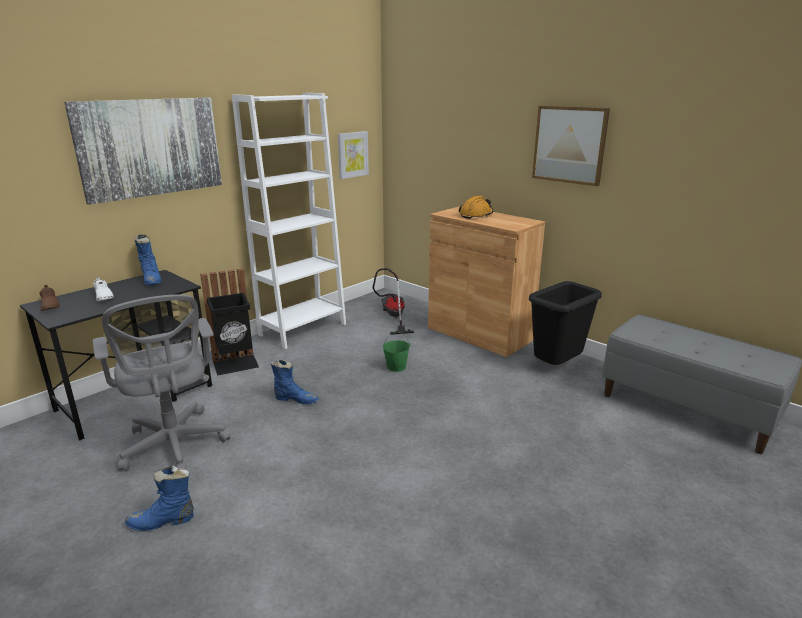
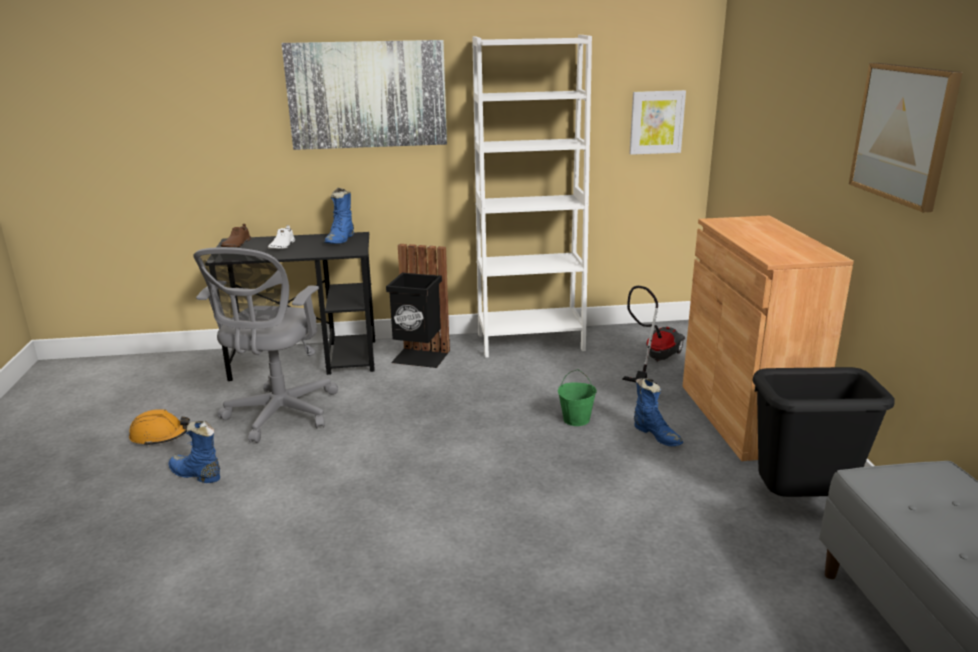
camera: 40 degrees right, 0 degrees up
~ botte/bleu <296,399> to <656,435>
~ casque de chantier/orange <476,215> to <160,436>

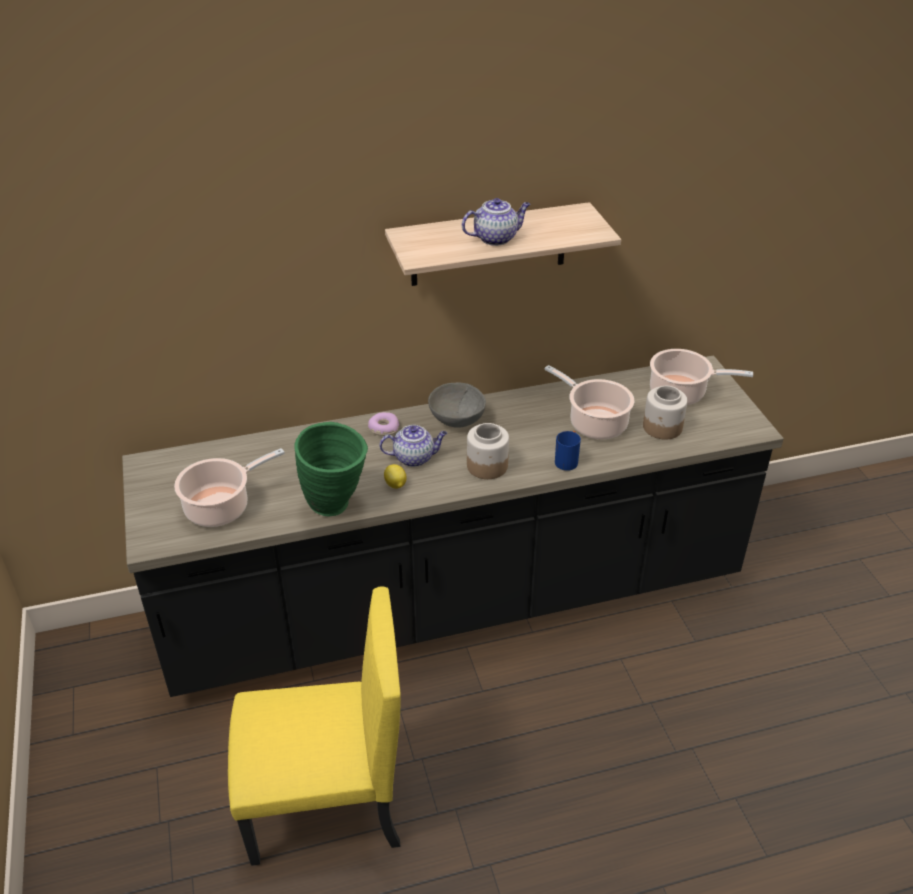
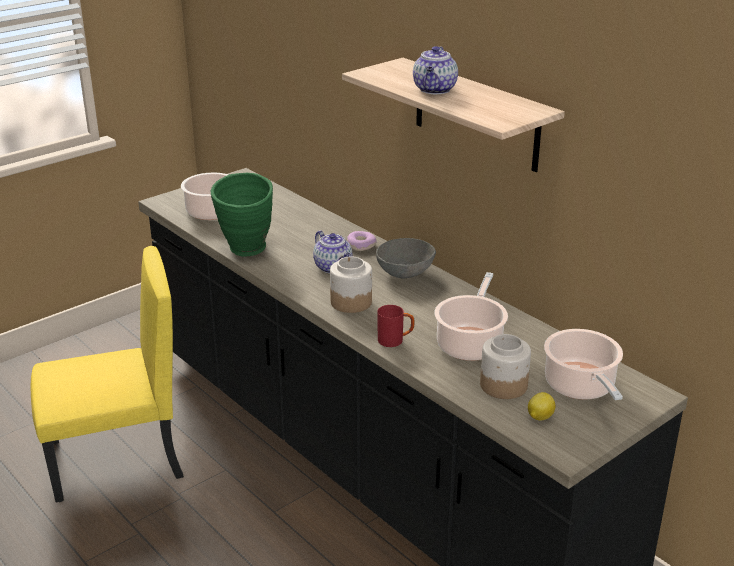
camera: 65 degrees right, 10 degrees down
~ chaise/jaune <324,804> = <116,460> 75 degrees counterclockwise
~ citron <395,485> to <539,417>
~ théière <496,238> = <435,90> 60 degrees clockwise
~ mug/bleu <567,460> to mug/rouge <395,340>

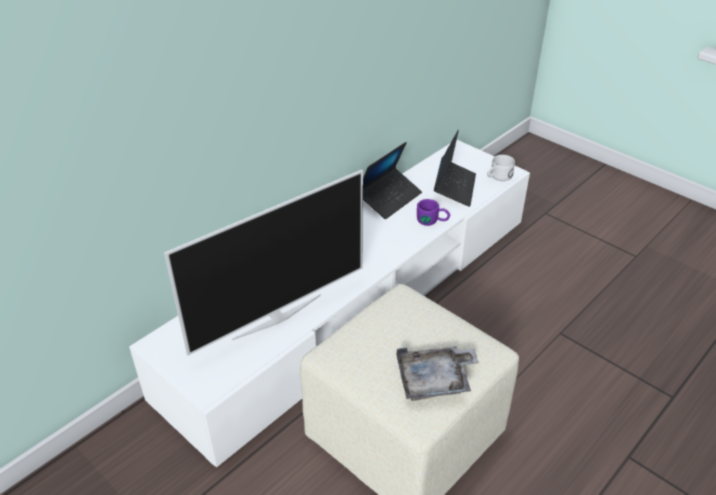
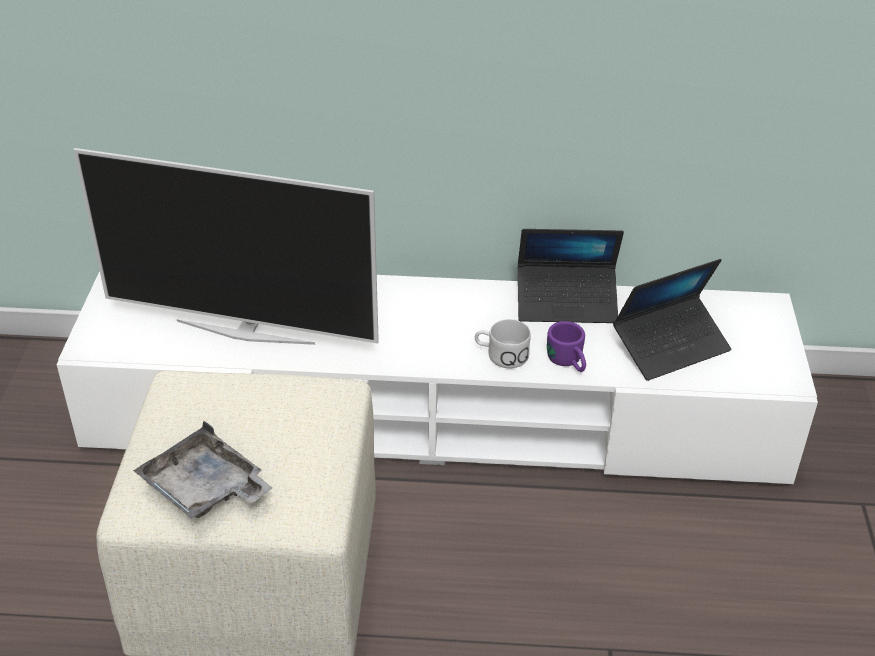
camera: 50 degrees right, 0 degrees up
~ mug/blanc <498,177> to <501,355>

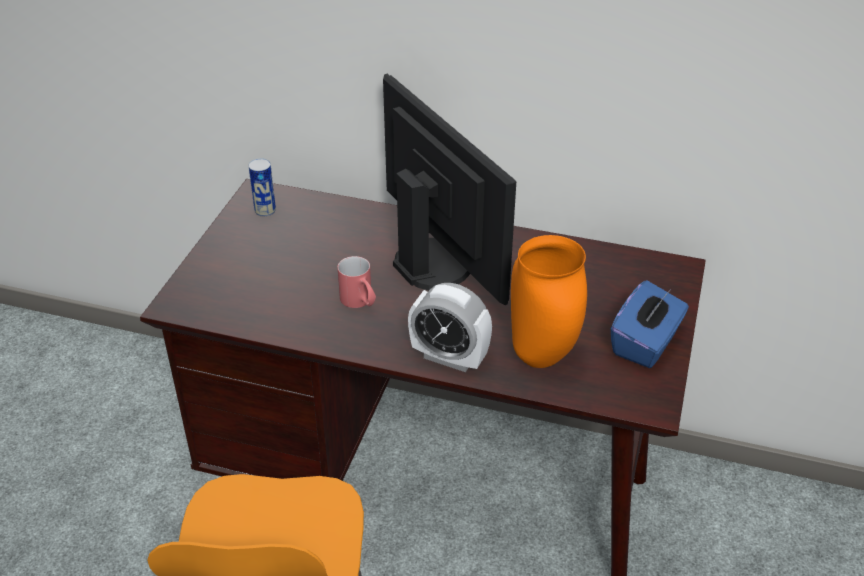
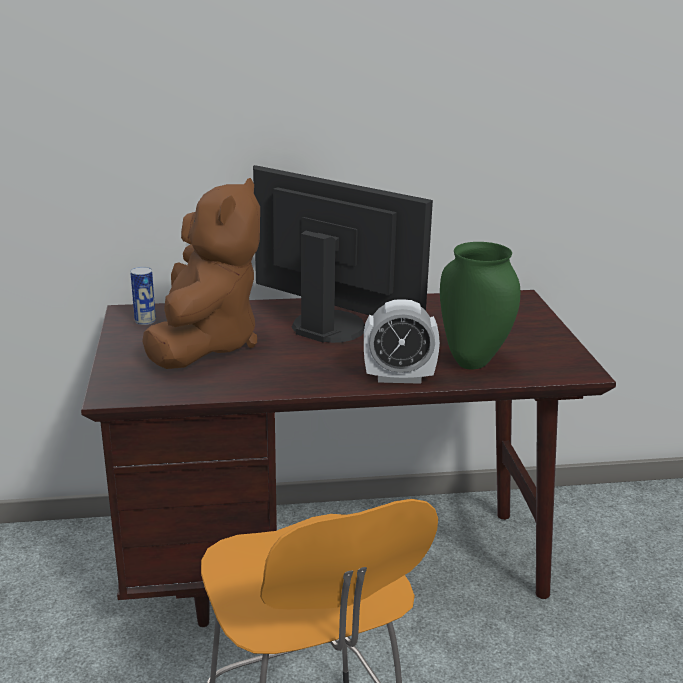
camera: 25 degrees left, 15 degrees down
- mug/rouge <360,302>
~ vase/orange <540,358> to vase/vert <471,363>
- boîte à mouchoirs/bleu <646,343>
+ peluche/marron <205,344>

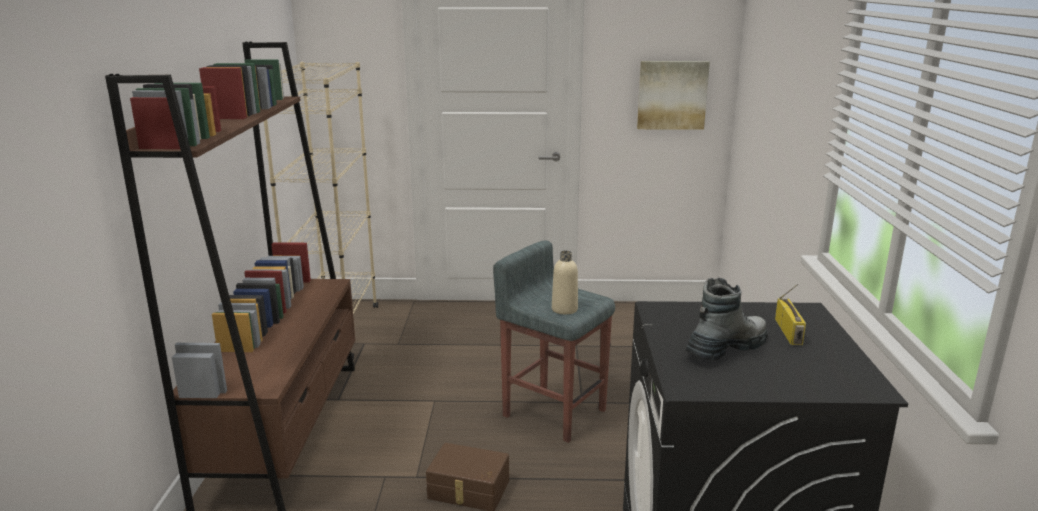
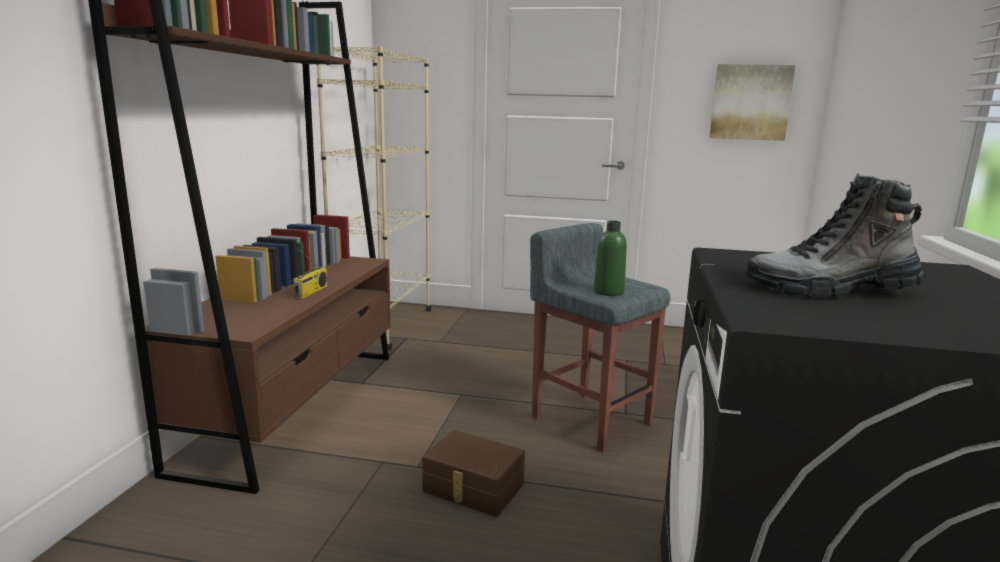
camera: 10 degrees right, 5 degrees down
~ bouteille/beige <564,309> to bouteille/vert <608,292>
~ botte <726,348> = <830,290> 150 degrees counterclockwise
~ radio <789,332> to <311,292>

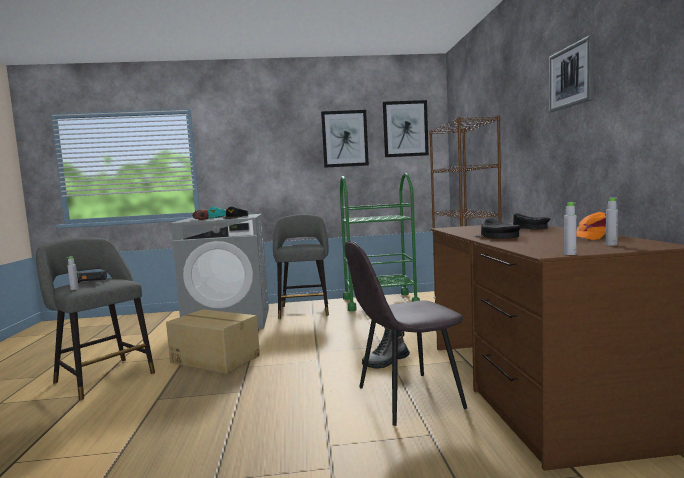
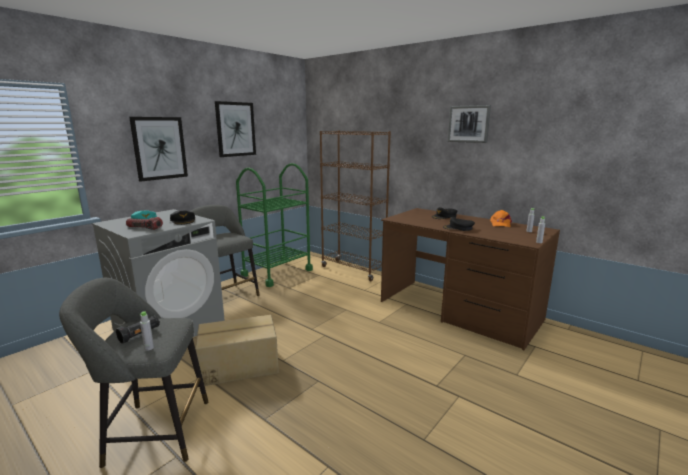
camera: 45 degrees left, 10 degrees up
- chaise/gris <406,398>
- botte <386,362>
~ tableau <405,129> to <159,148>

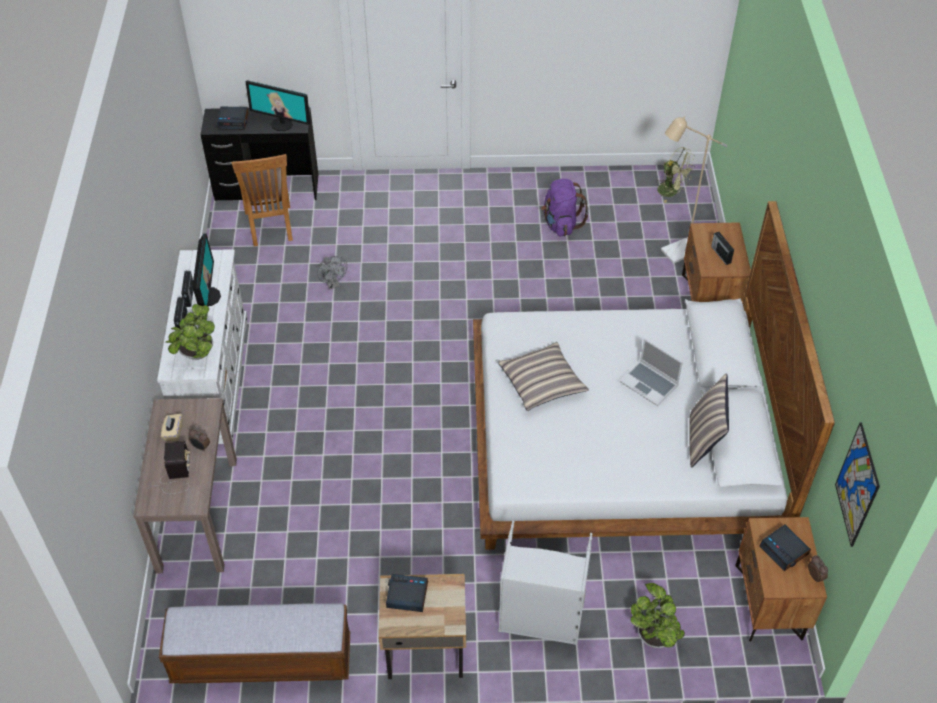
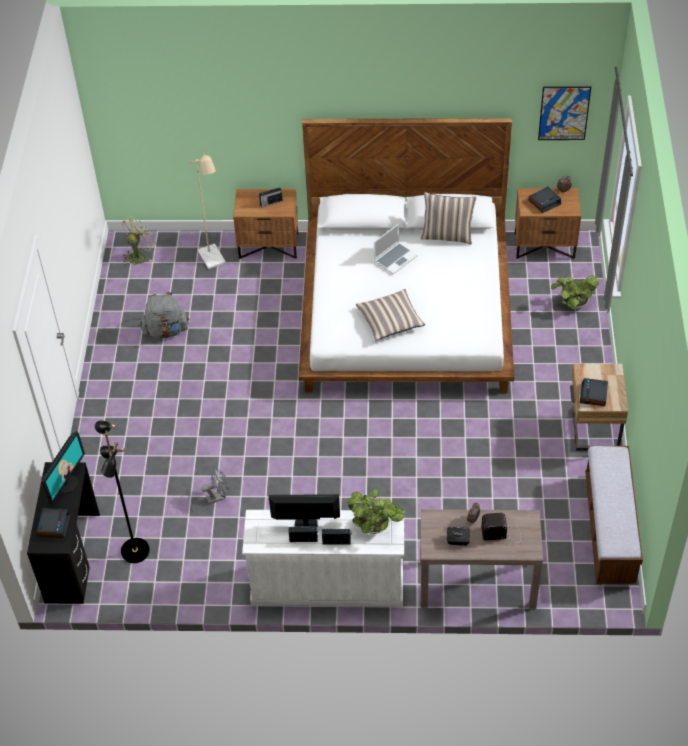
camera: 85 degrees left, 0 degrees up
~ boîte à mouchoirs/beige <173,432> to boîte à mouchoirs/noir <458,540>
~ chaise/marron <270,228> to lampadaire/noir <134,551>
- panier à linge/gris <540,619>
~ sac à dos/violet <561,224> to sac à dos/gris <166,330>

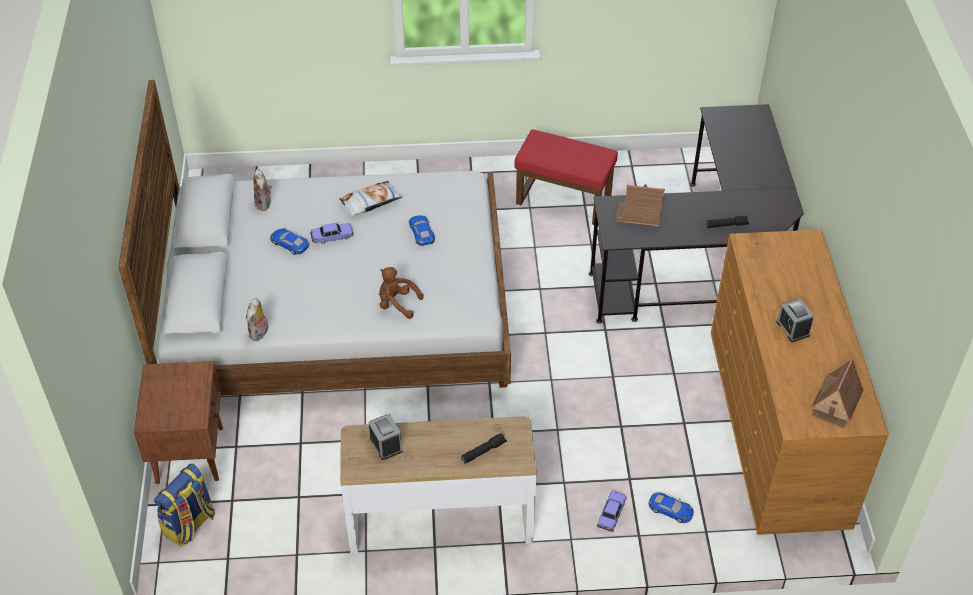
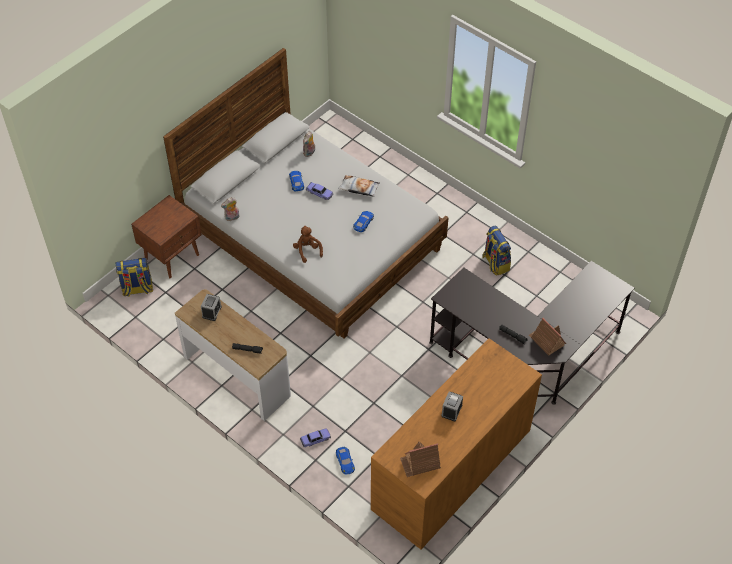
camera: 45 degrees right, 5 degrees up
~ pouf/rouge <562,200> to sac à dos <495,263>
~ maison miniature <639,214> to <546,341>

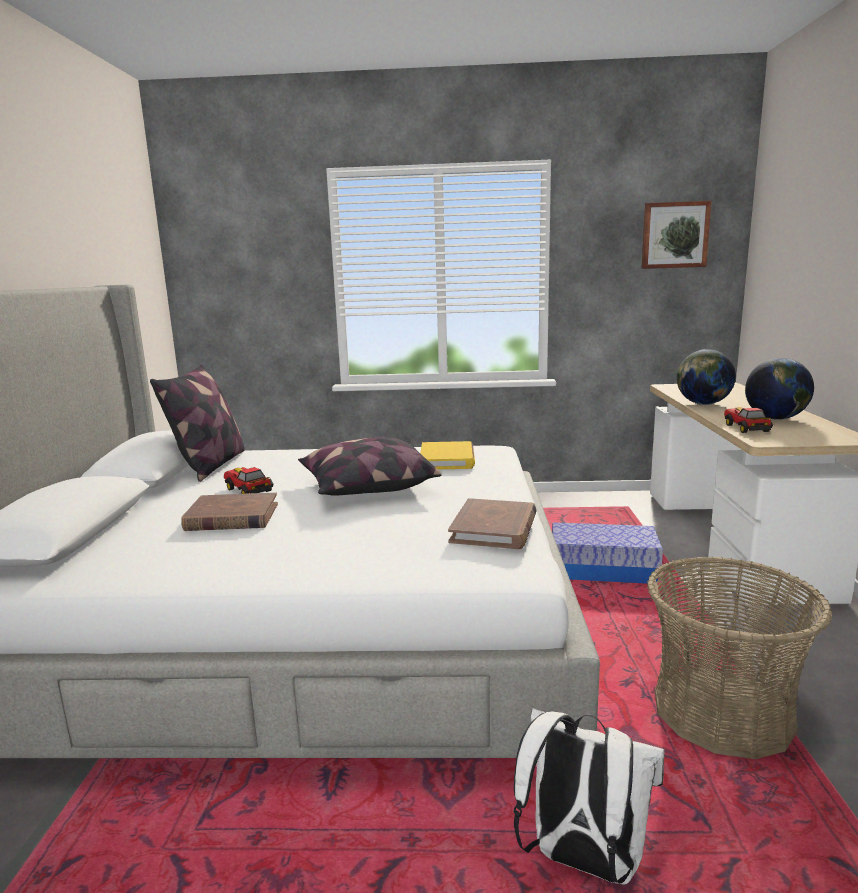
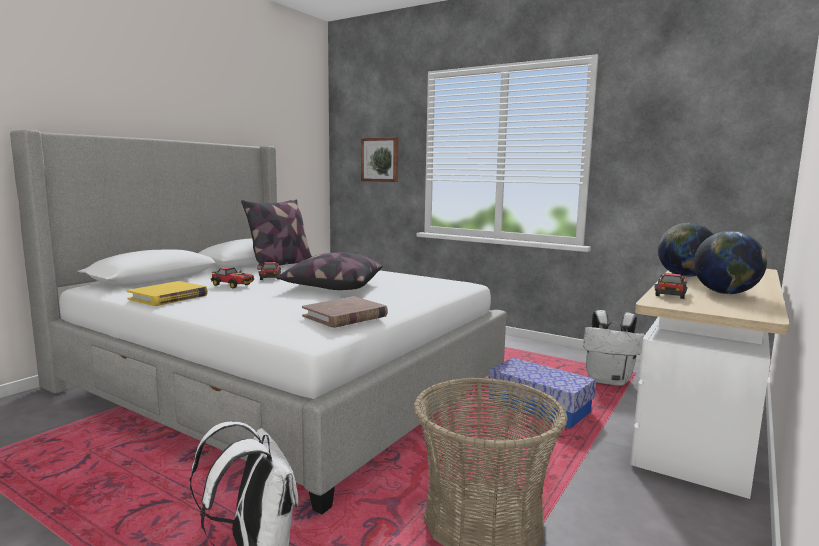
camera: 30 degrees right, 5 degrees down
~ livre/marron <232,517> to petite voiture <233,285>
~ livre/jaune <447,459> to <168,297>
~ tableau <674,235> to <380,159>
+ sac à dos/blanc <609,381>

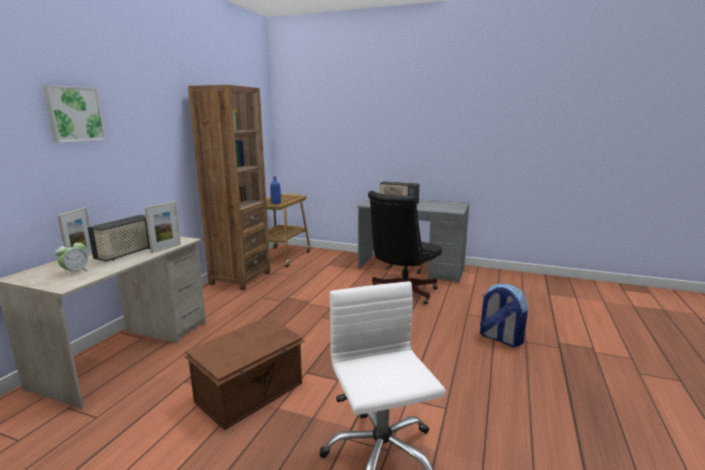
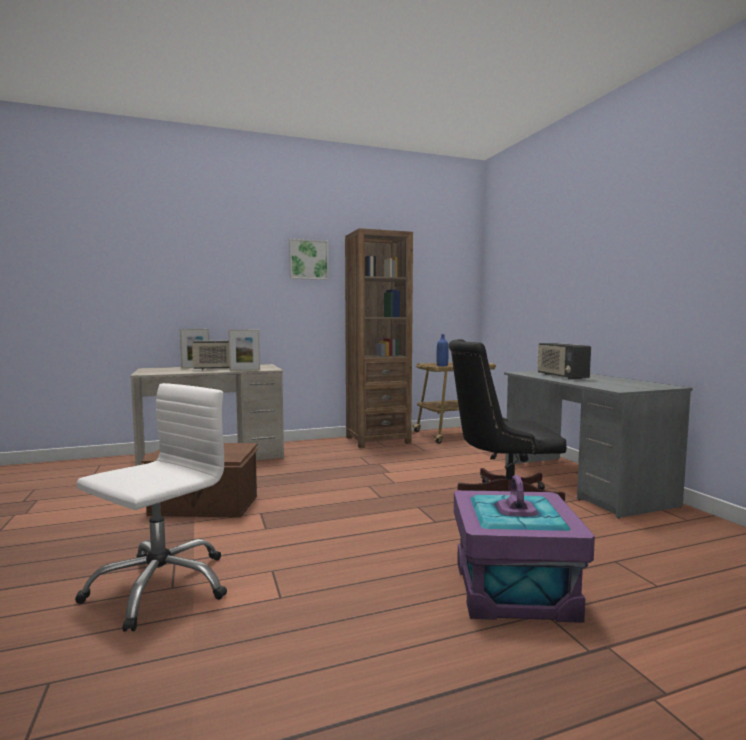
camera: 50 degrees right, 10 degrees down
~ tableau <74,114> to <308,259>
- réveil <75,272>
~ sac à dos <499,338> to boîte de rangement/violet <513,589>

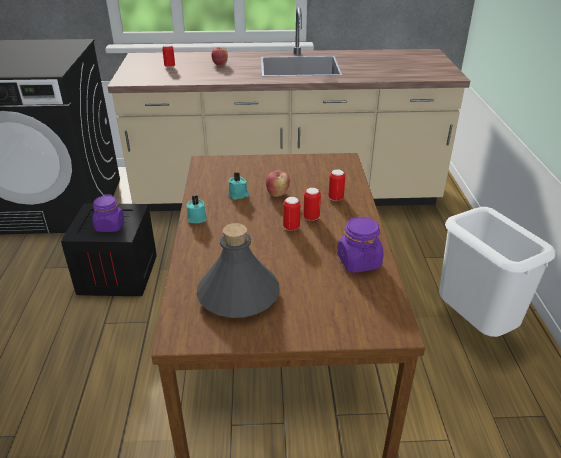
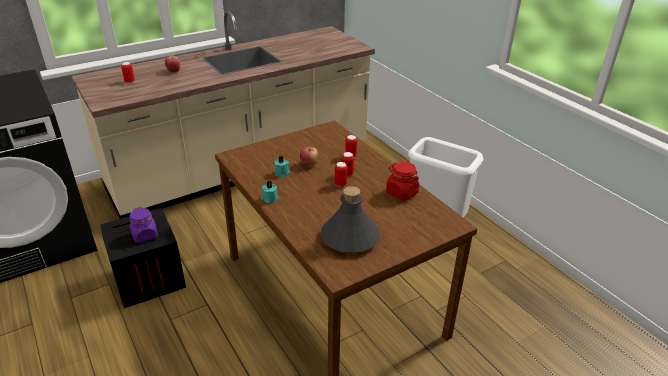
camera: 30 degrees left, 0 degrees up
~ bocal/violet <358,261> to bocal/rouge <401,193>

